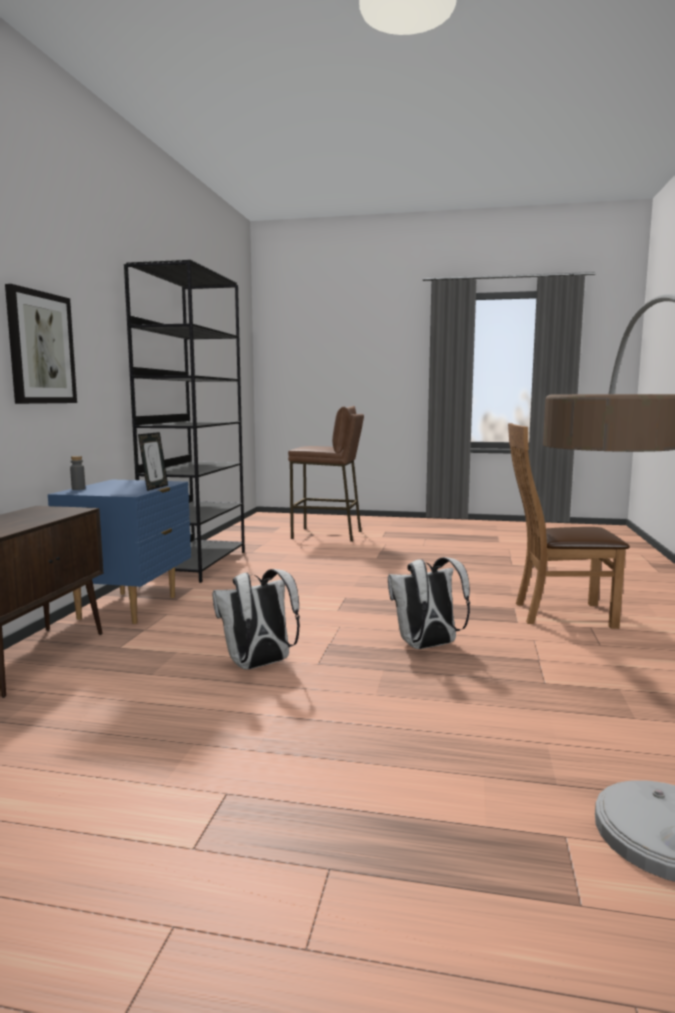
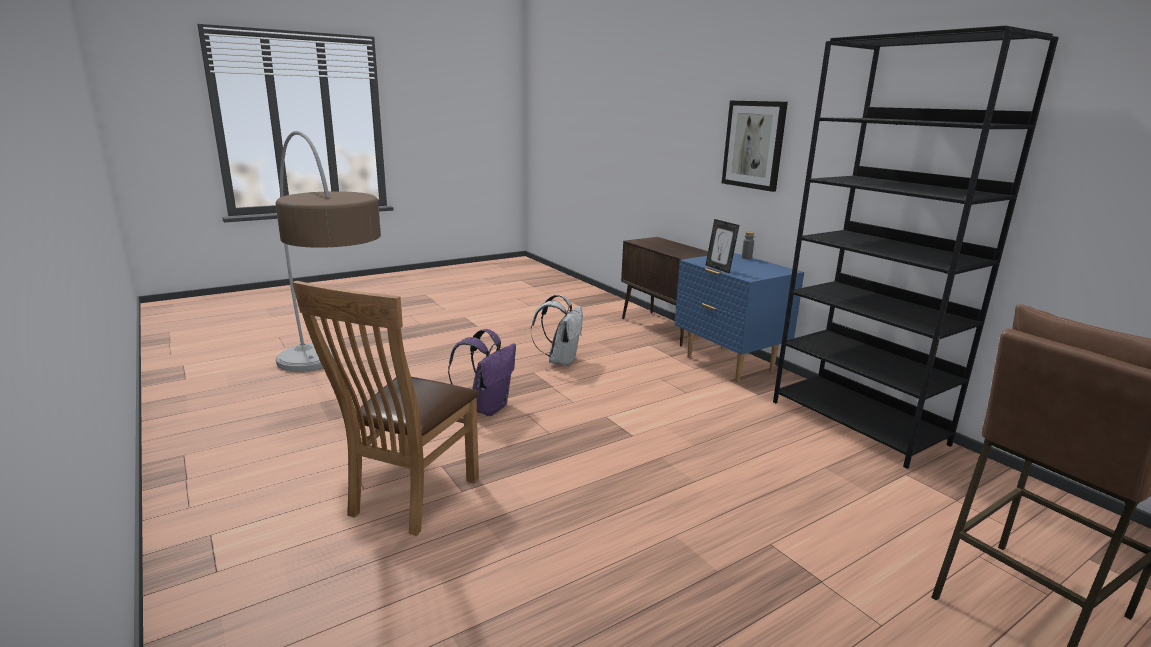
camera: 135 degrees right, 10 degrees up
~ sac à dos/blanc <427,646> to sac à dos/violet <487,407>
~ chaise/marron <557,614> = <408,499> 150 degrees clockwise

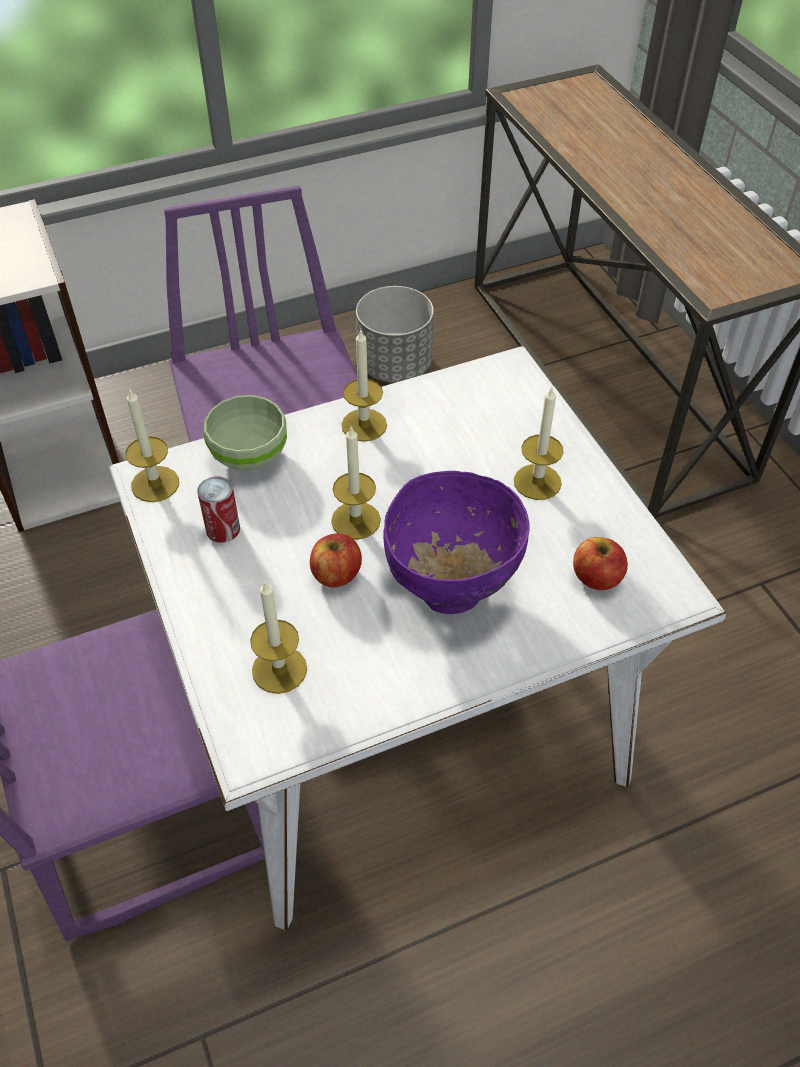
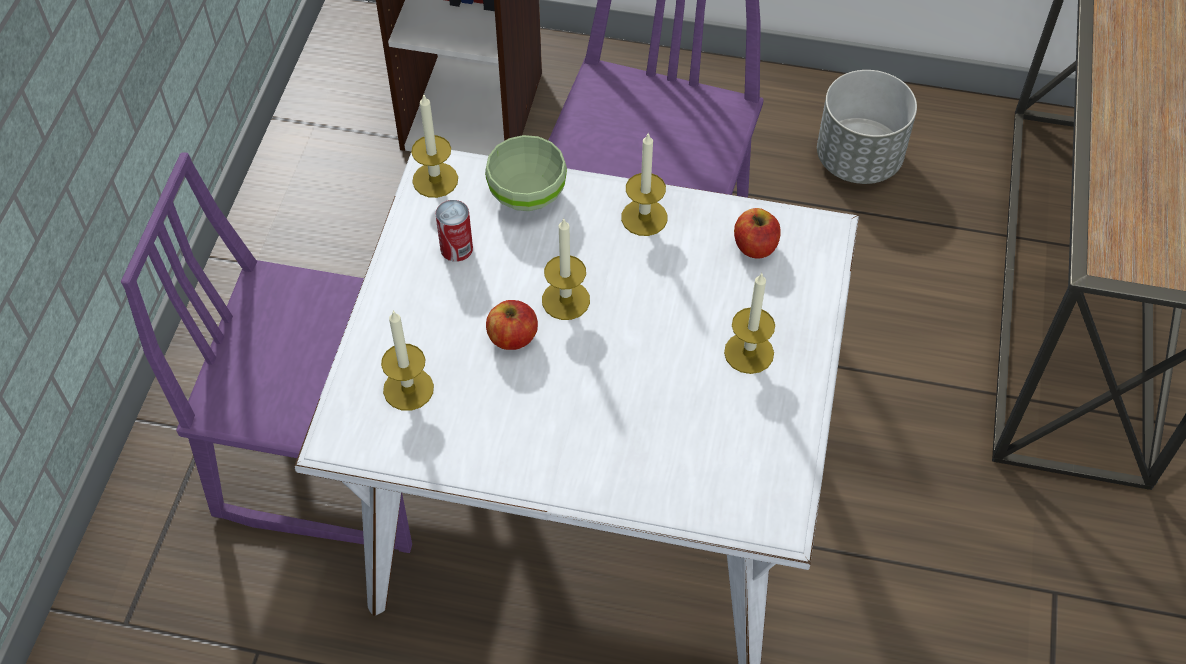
camera: 35 degrees right, 5 degrees up
- bol/violet <451,588>
~ pomme <596,577> to <755,246>

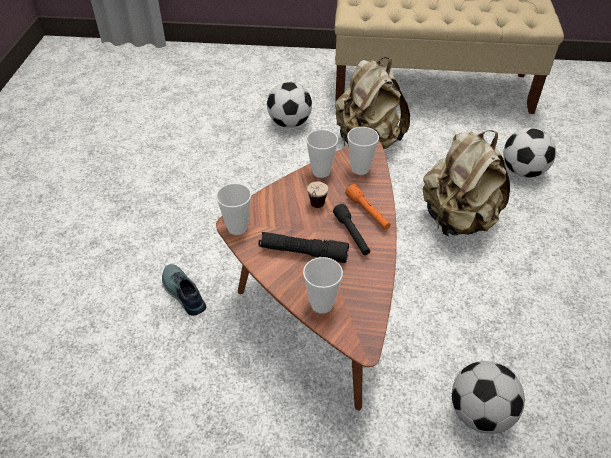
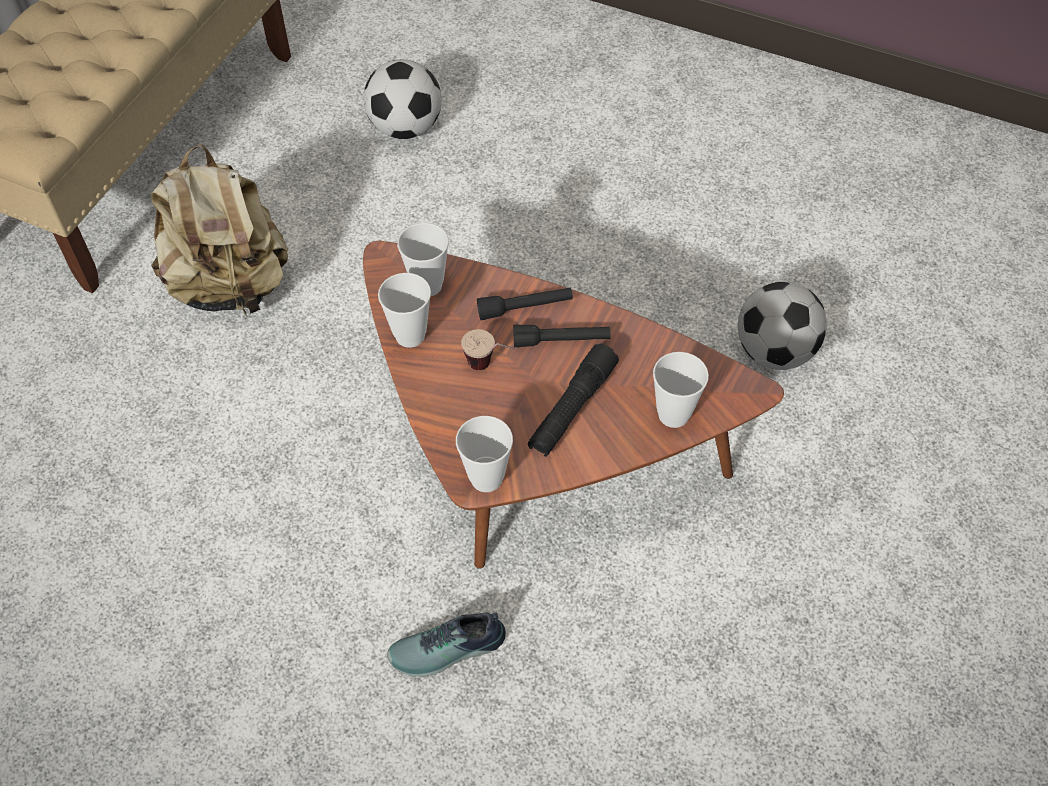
camera: 70 degrees left, 10 degrees up
- ballon de foot <289,123>
~ lampe de poche/orange <368,212> to lampe de poche/noir <525,308>
- sac à dos/beige <458,220>

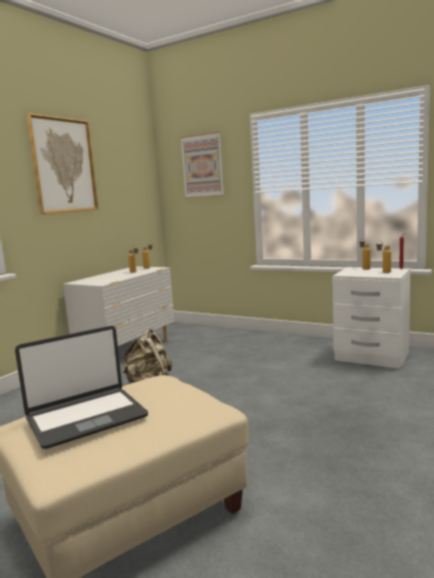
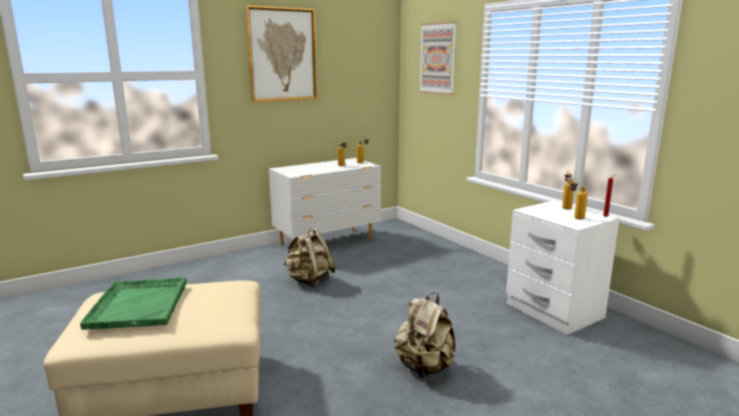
camera: 25 degrees right, 5 degrees up
~ ordinateur portable <86,418> to plateau/vert <139,304>
+ sac à dos/beige <425,368>

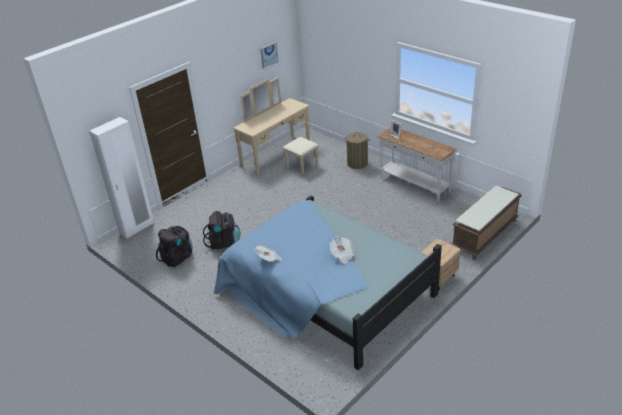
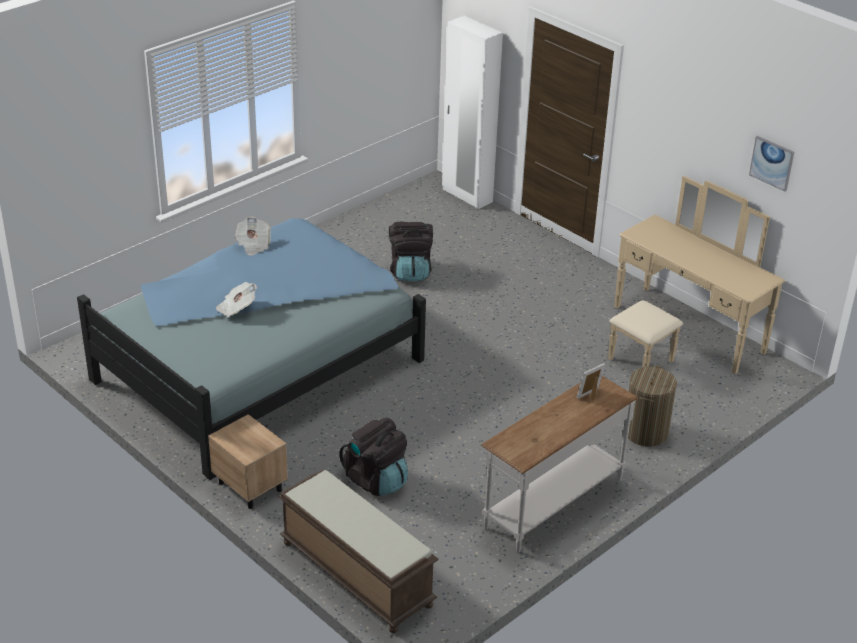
camera: 90 degrees right, 0 degrees up
~ sac à dos/noir <177,257> to <376,480>

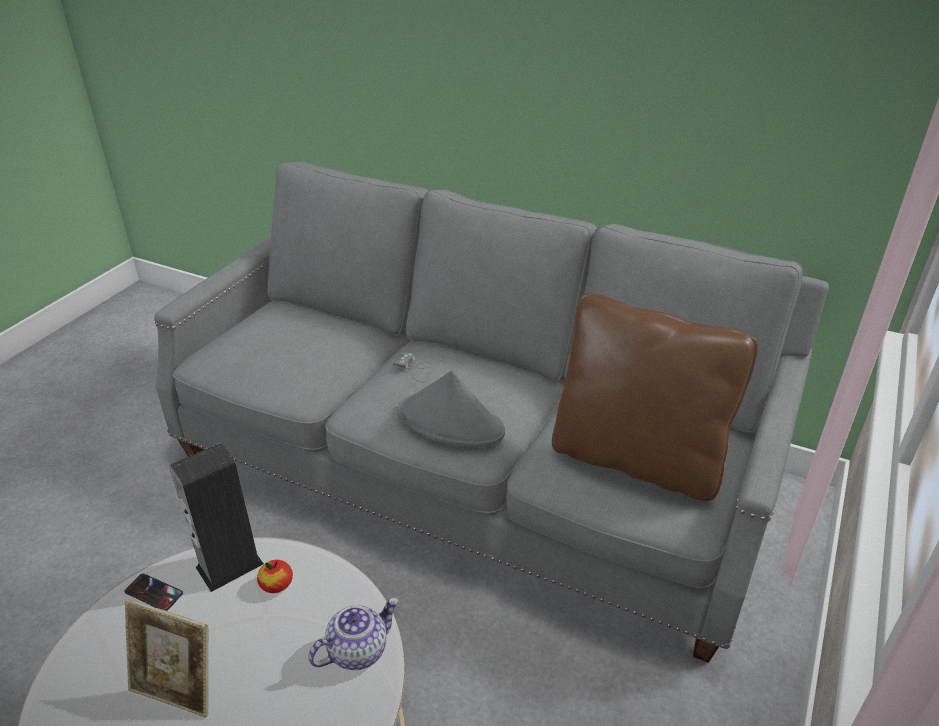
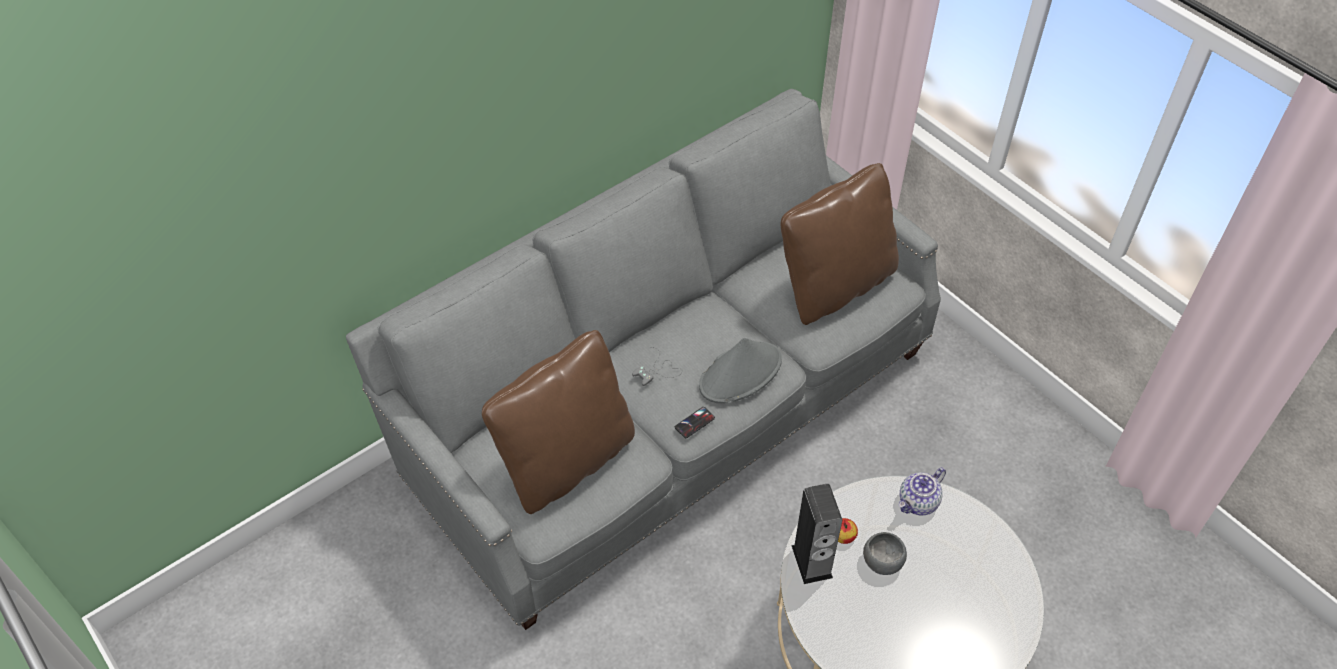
camera: 65 degrees left, 15 degrees up
~ téléphone <153,593> to <694,423>
- cadre photo <178,688>
~ théière <357,650> = <918,503> 120 degrees counterclockwise
+ coussin/marron <566,461>
+ bol/gris <882,560>

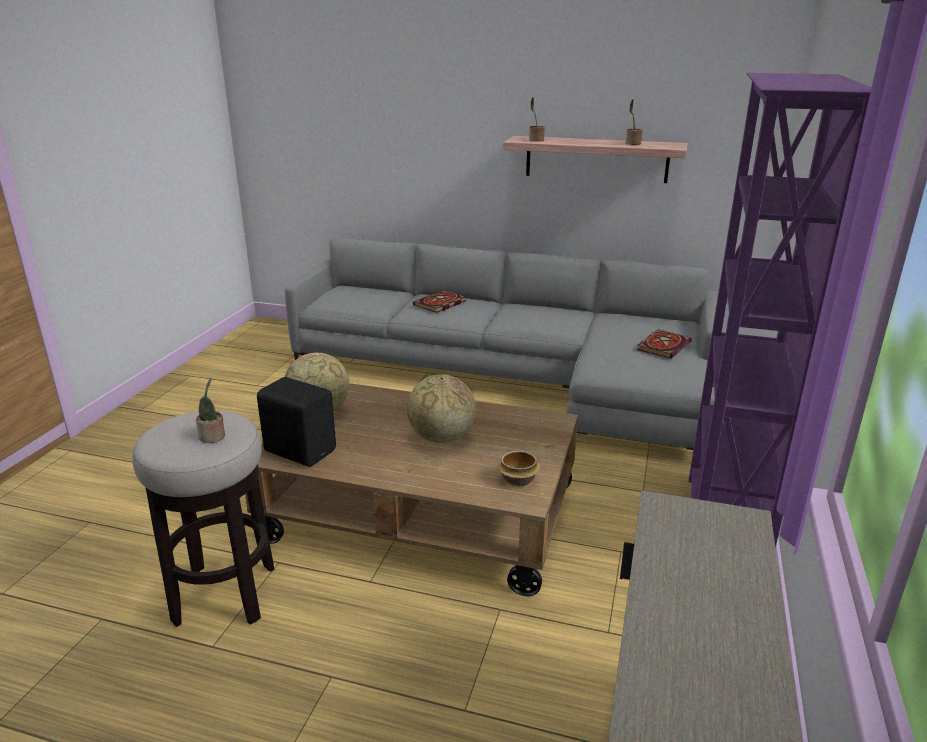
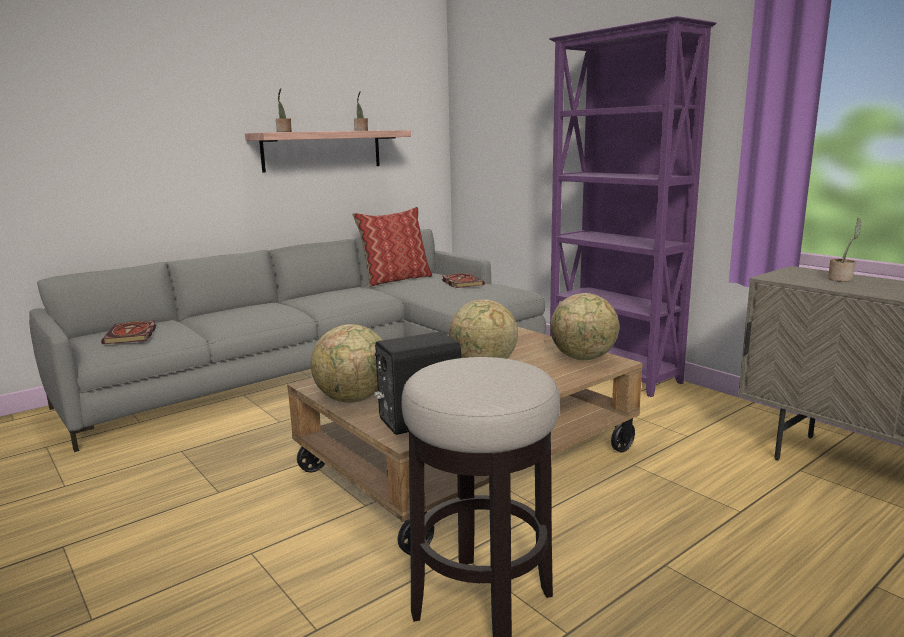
camera: 55 degrees left, 10 degrees down
~ plante en pot <213,437> to <841,279>
~ livre <439,304> to <131,335>
~ bol <518,480> to globe <583,358>
+ coussin <395,280>

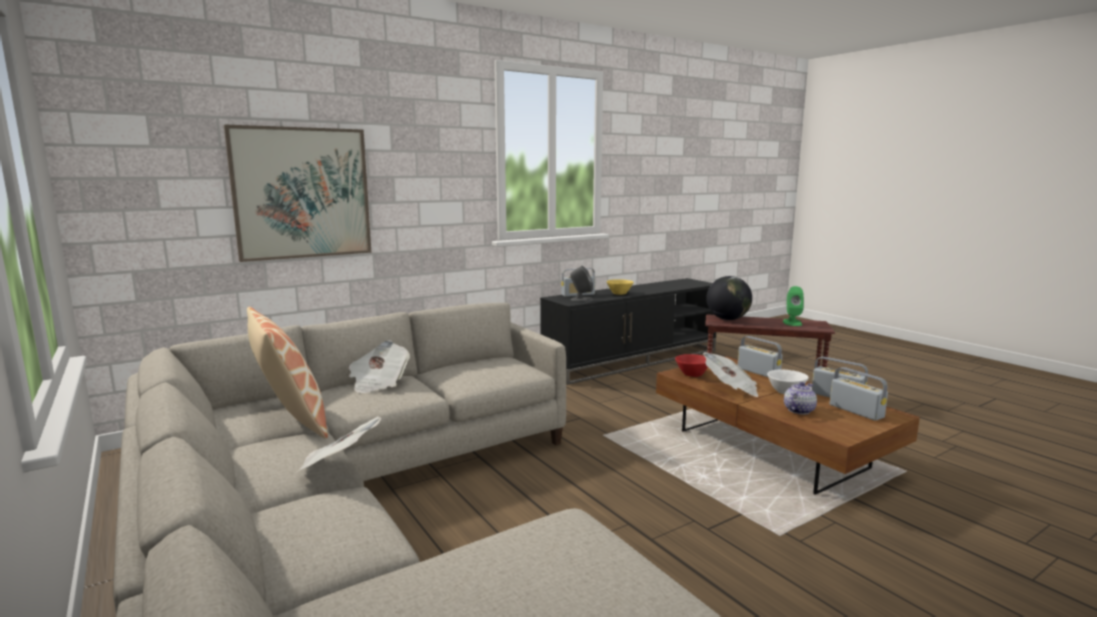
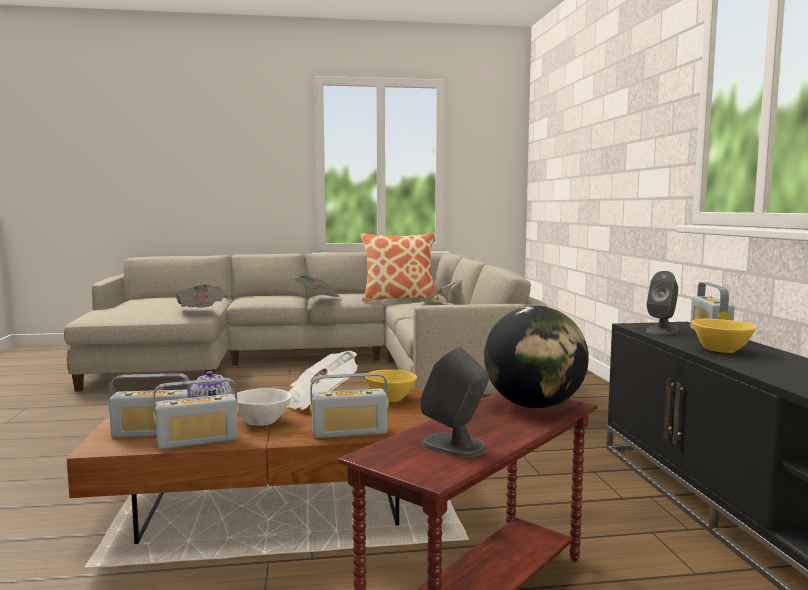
camera: 115 degrees right, 5 degrees down
- tableau <302,193>
~ bol/rouge <692,374> to bol/jaune <391,399>
~ enceinte/vert <792,322> to enceinte/gris <454,446>
+ journal <201,311>

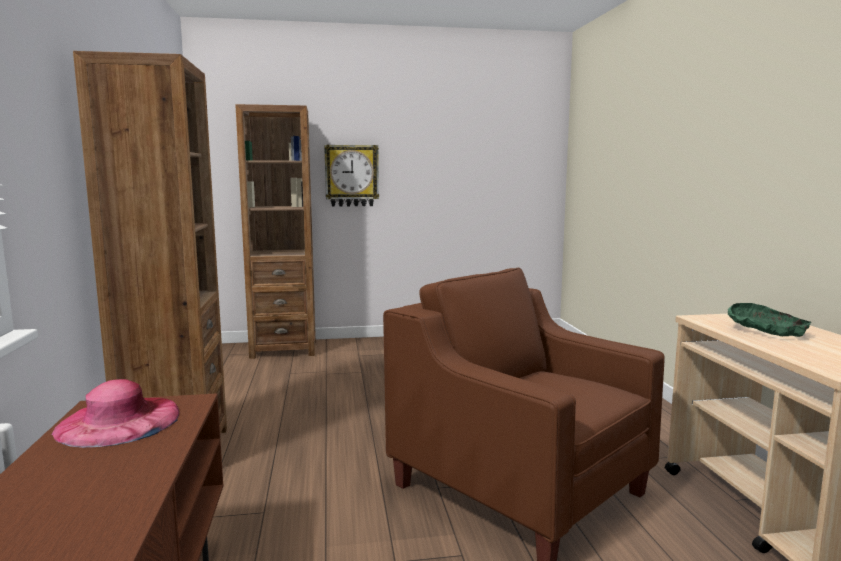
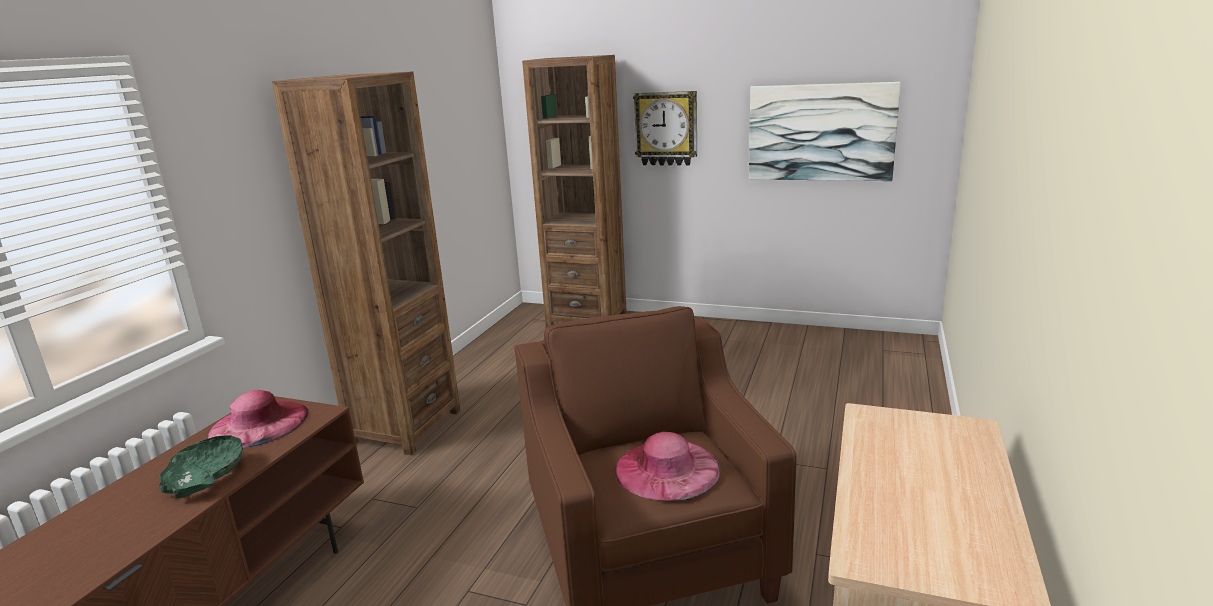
camera: 30 degrees right, 10 degrees up
~ bol/vert <764,331> to <205,477>
+ chapeau/rose <667,469>
+ tableau <821,132>

